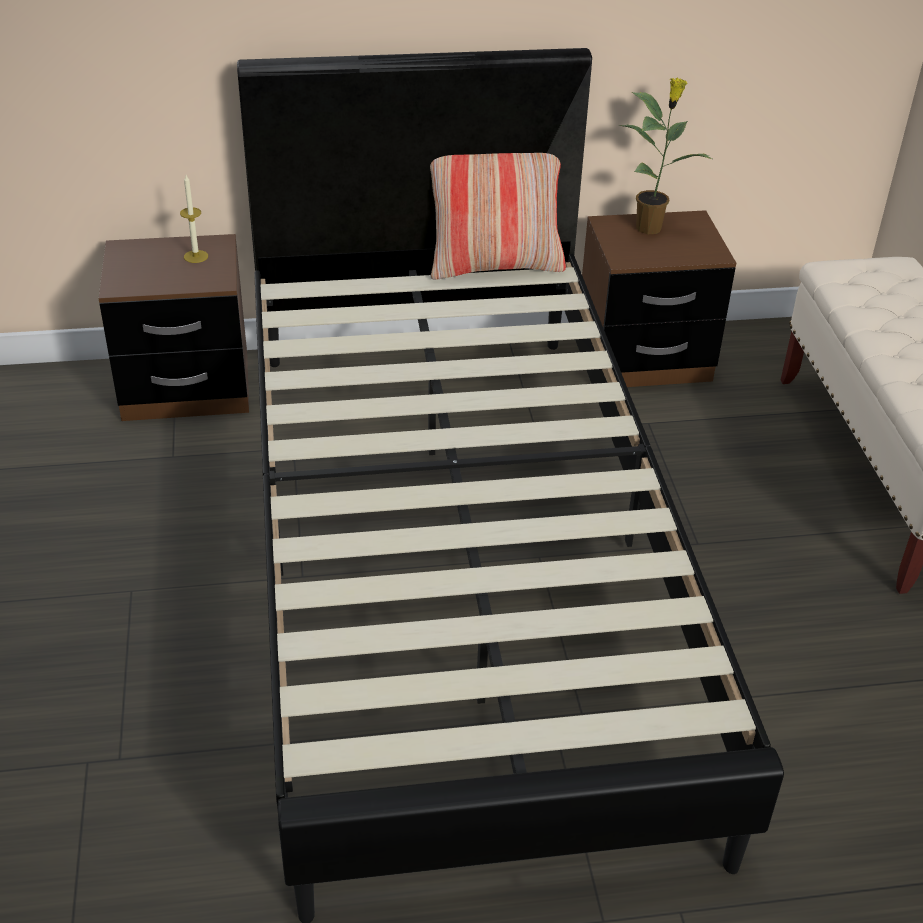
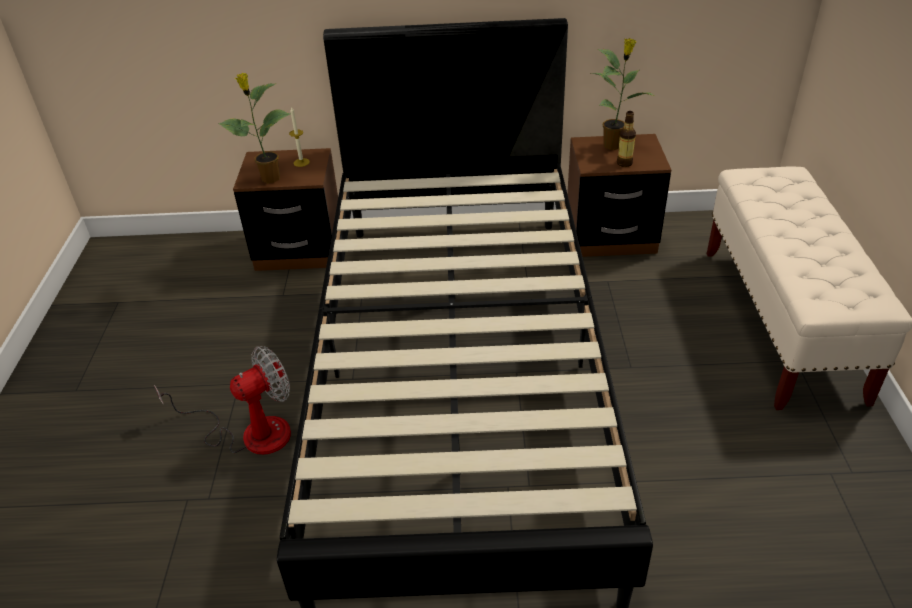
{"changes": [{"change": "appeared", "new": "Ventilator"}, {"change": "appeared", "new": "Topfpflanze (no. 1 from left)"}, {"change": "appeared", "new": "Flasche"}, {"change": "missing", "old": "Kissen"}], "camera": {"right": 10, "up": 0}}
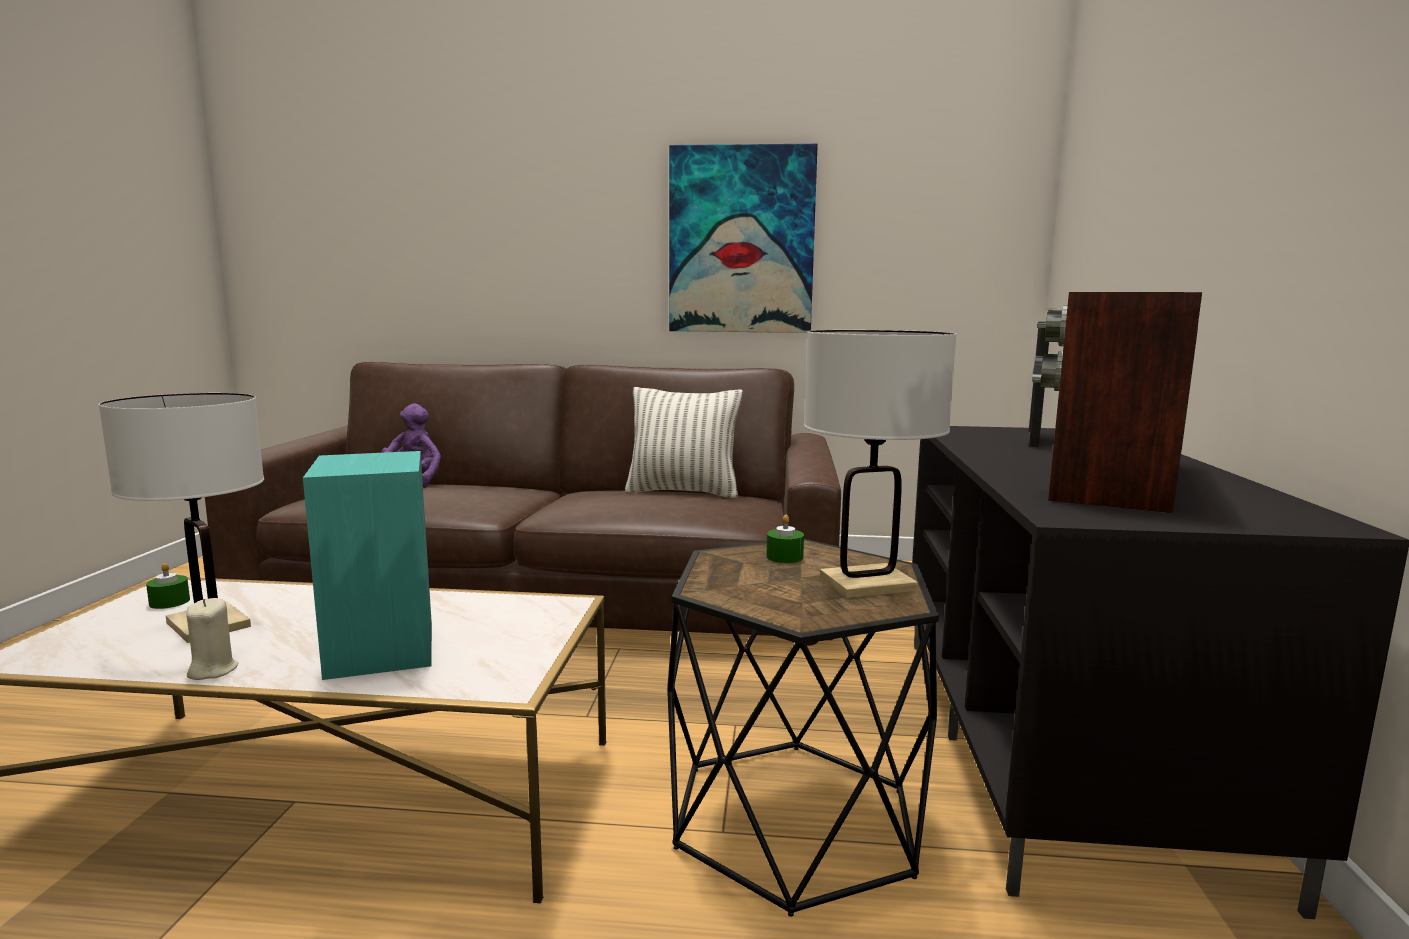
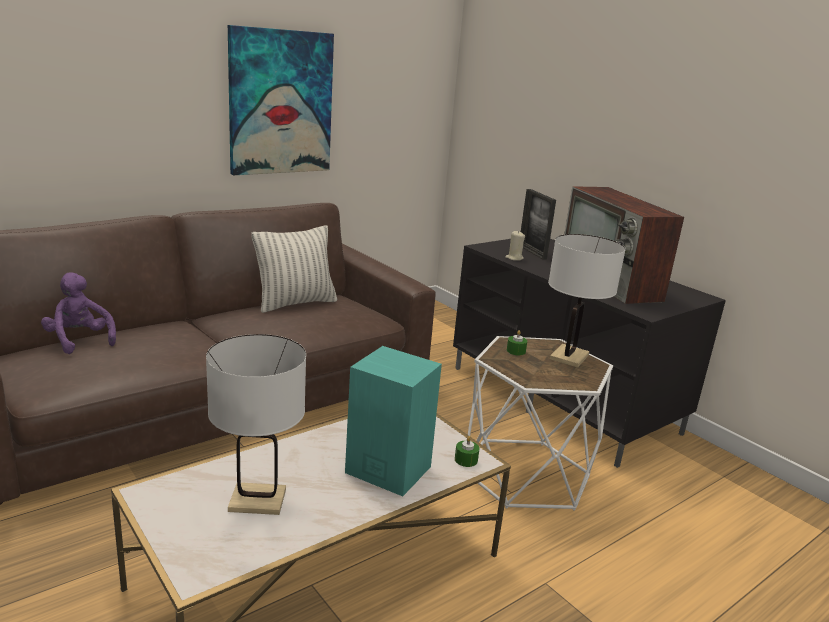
{"changes": [{"change": "relocated", "old": "Kerze/grün (no. 1 from left)"}, {"change": "colour", "old": "Beistelltisch/schwarz", "new": "Beistelltisch/weiß"}, {"change": "relocated", "old": "Kerze/beige"}], "camera": {"right": -45, "up": 10}}
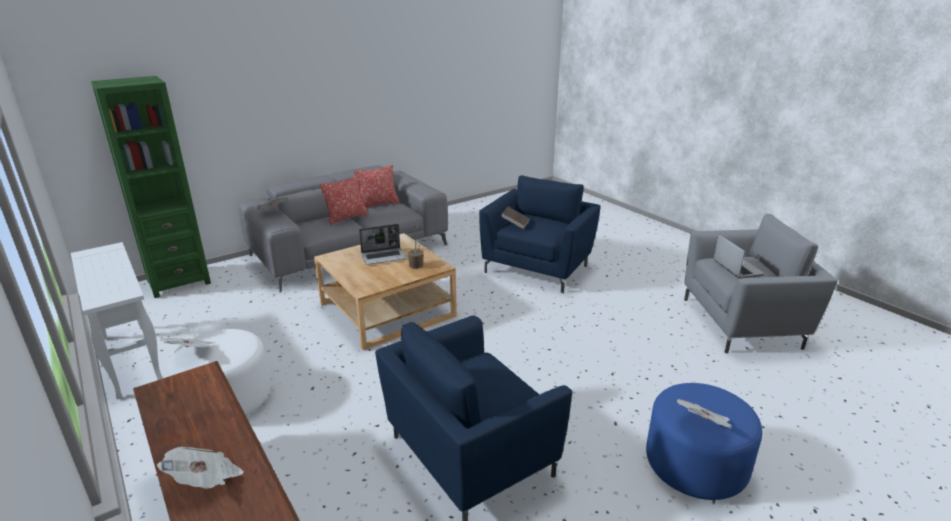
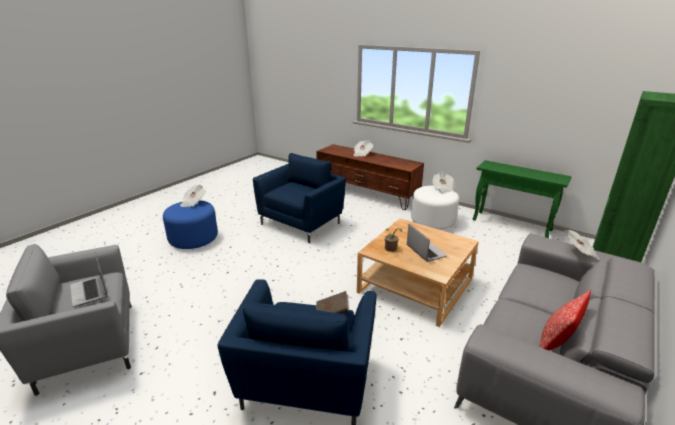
{"changes": [{"change": "spun", "old": "Laptop (no. 1 from left in the first image)", "degrees": 105}, {"change": "colour", "old": "Konsolentisch/weiß", "new": "Konsolentisch/grün"}, {"change": "missing", "old": "Kissen (no. 1 from left)"}], "camera": {"right": 160, "up": 0}}
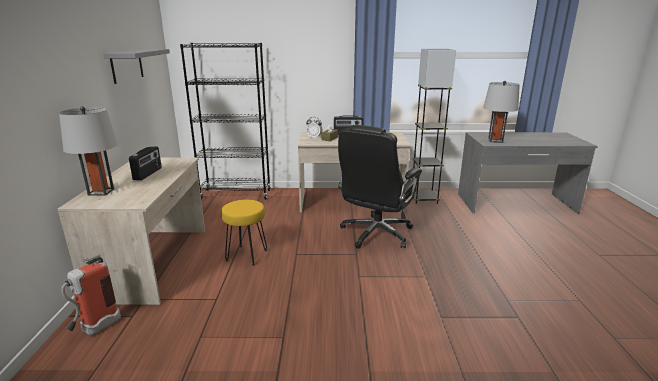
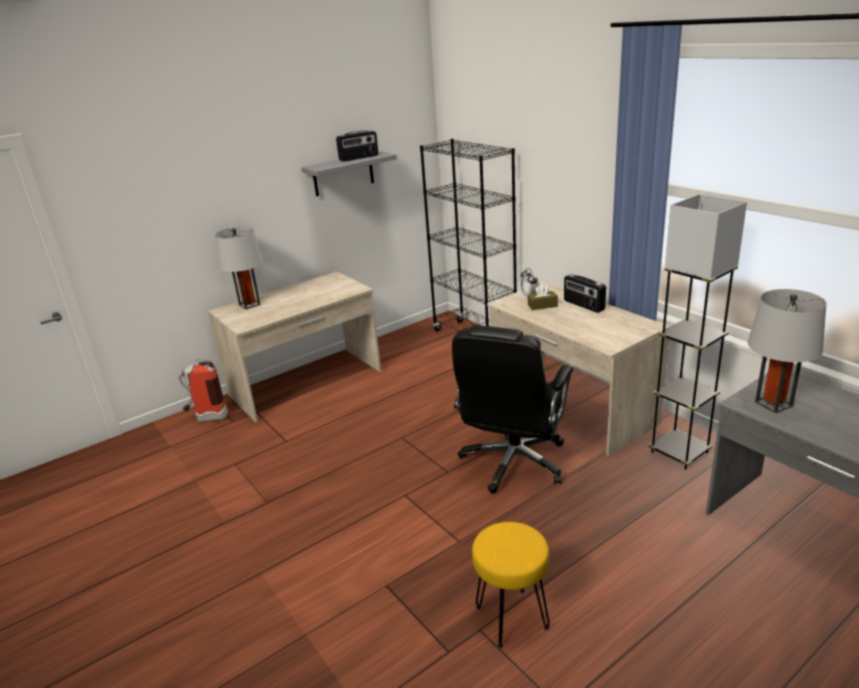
{"changes": [{"change": "relocated", "old": "Radio (no. 1 from left)"}, {"change": "spun", "old": "Bürostuhl/schwarz", "degrees": -60}, {"change": "relocated", "old": "Hocker/gelb"}], "camera": {"right": 55, "up": 5}}
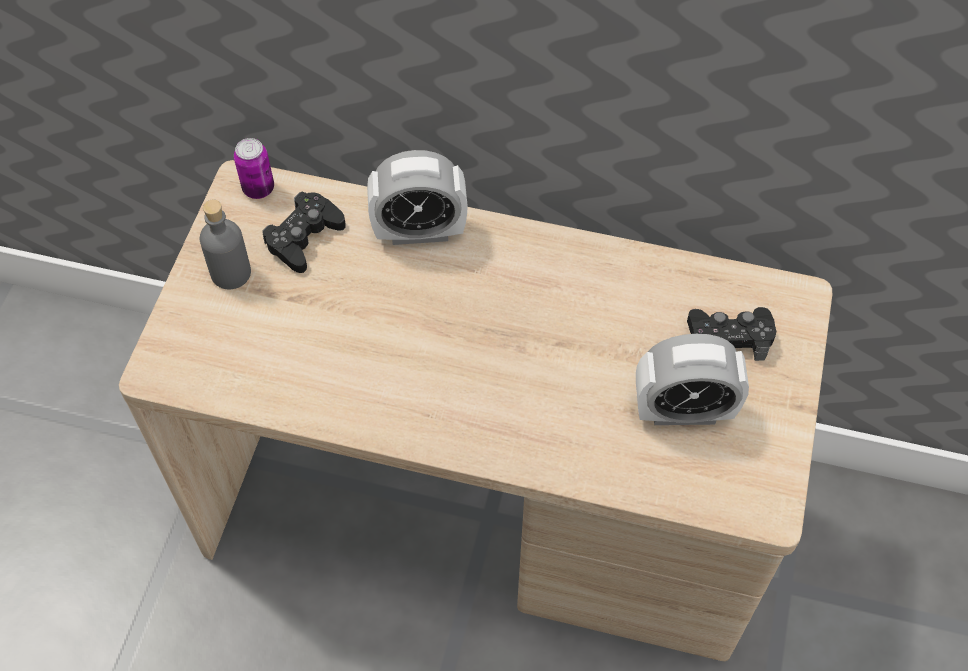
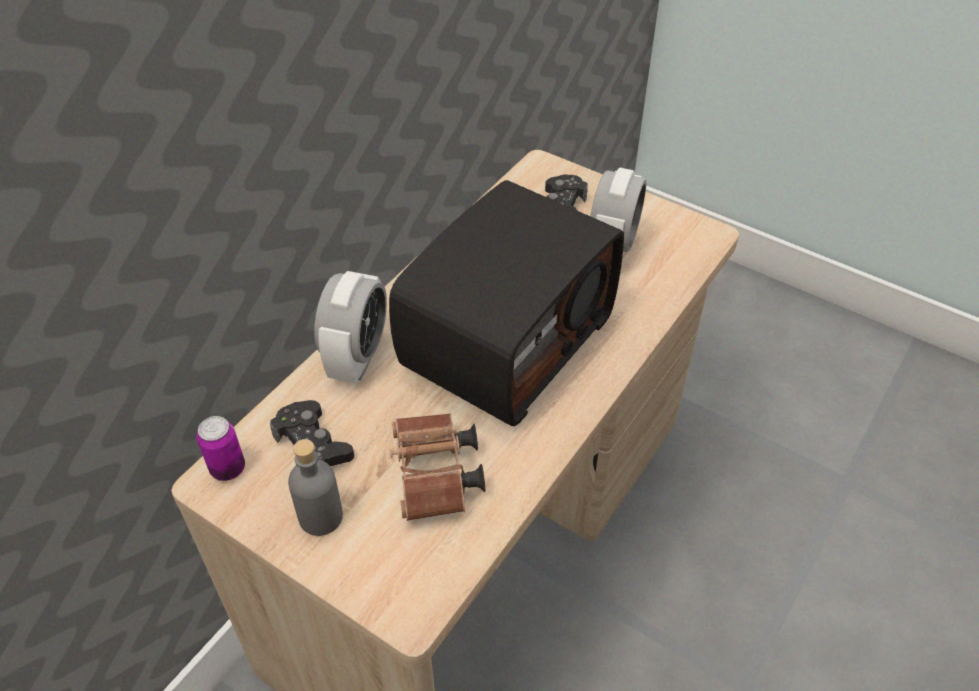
{"changes": [{"change": "appeared", "new": "Radio"}, {"change": "appeared", "new": "Fernglas/braun"}], "camera": {"right": -70, "up": -10}}
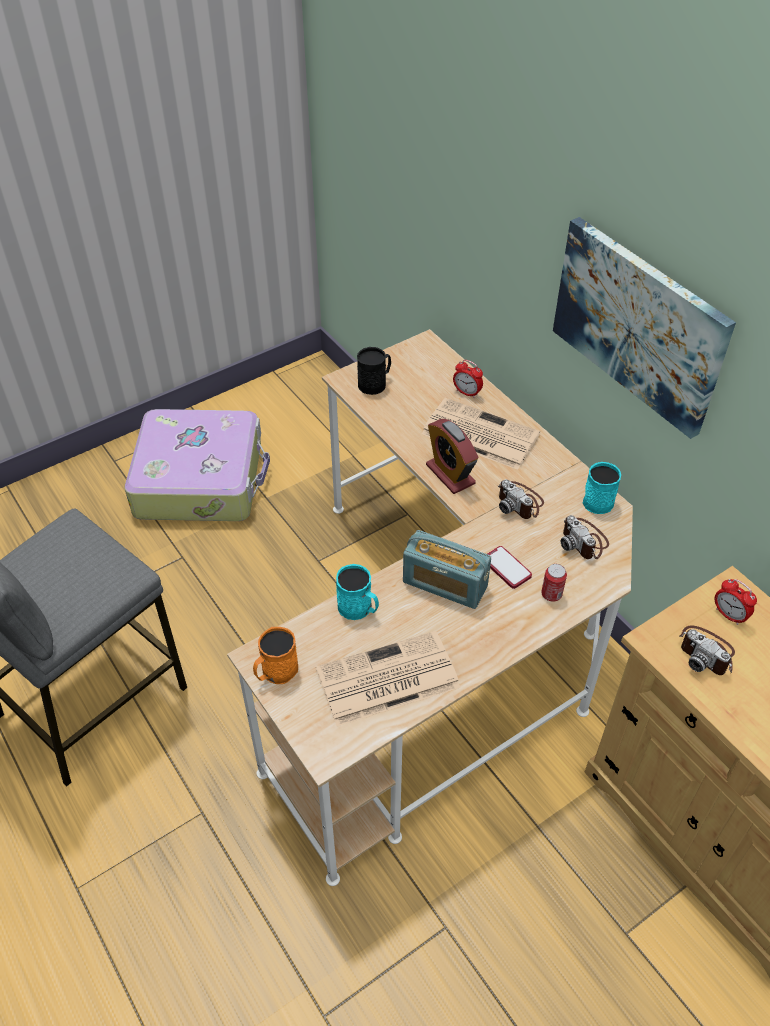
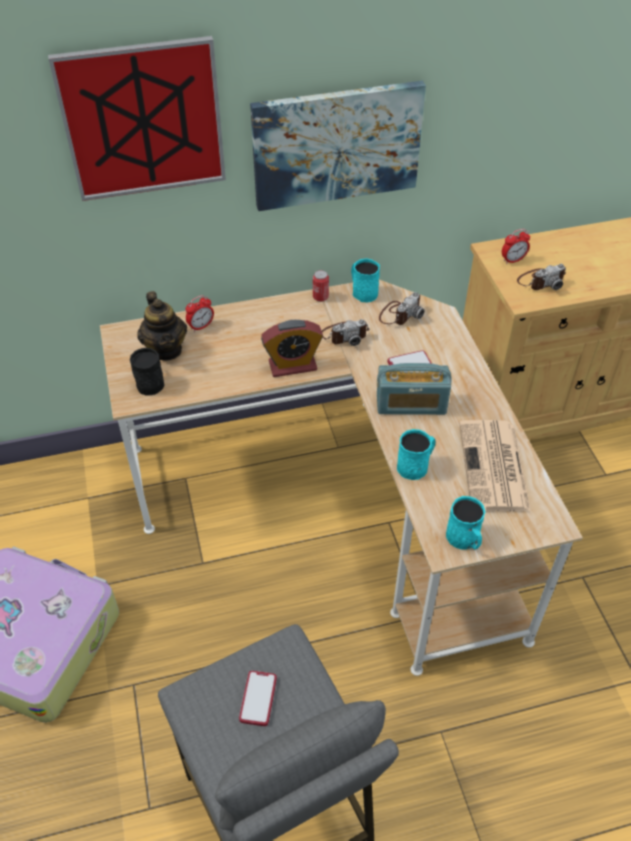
{"changes": [{"change": "appeared", "new": "Bild (no. 1 from left)"}, {"change": "appeared", "new": "Teekanne"}, {"change": "appeared", "new": "Handy (no. 1 from left)"}, {"change": "relocated", "old": "Dose"}, {"change": "spun", "old": "Radio", "degrees": 45}, {"change": "spun", "old": "Kamera (no. 2 from left)", "degrees": -45}, {"change": "colour", "old": "Henkelbecher/orange", "new": "Henkelbecher/türkis (no. 3 from left)"}, {"change": "missing", "old": "Zeitung (no. 2 from left)"}], "camera": {"right": -70, "up": 0}}
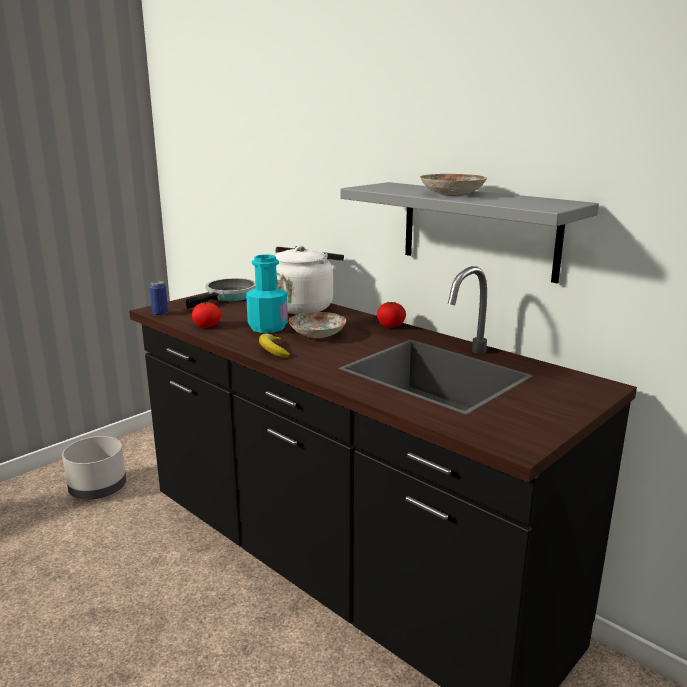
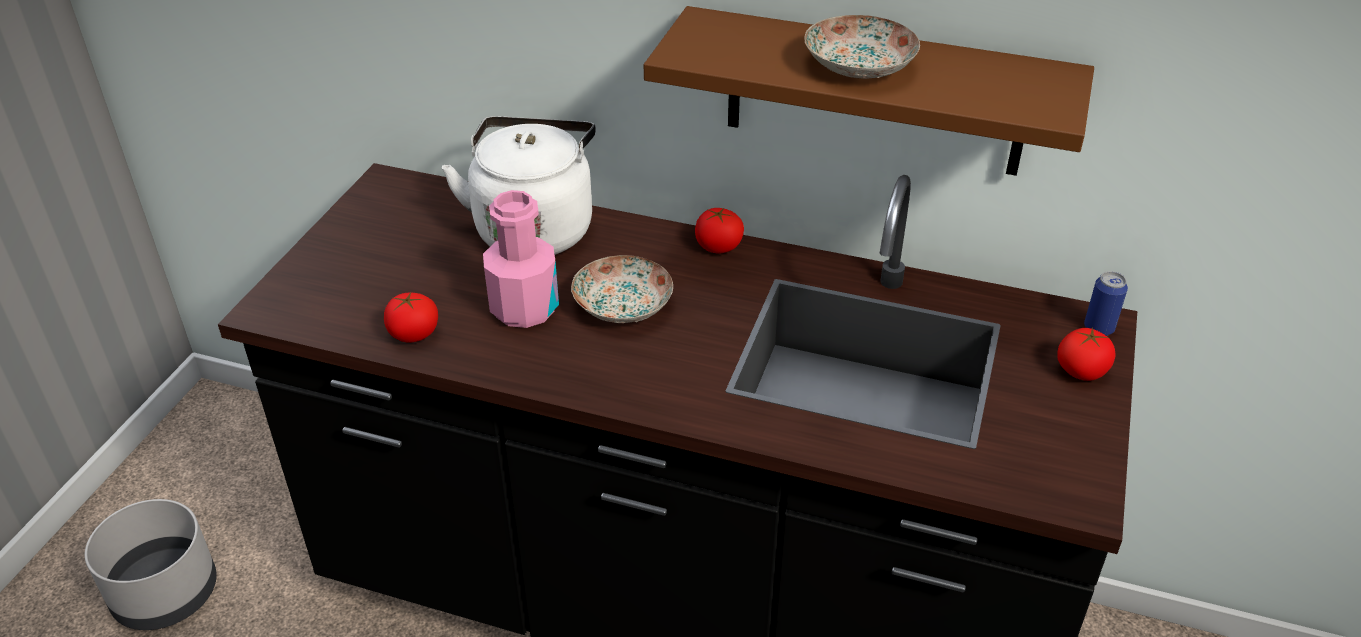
{"changes": [{"change": "colour", "old": "Flasche/türkis", "new": "Flasche/rosa"}, {"change": "colour", "old": "Wandregal/grau", "new": "Wandregal/braun"}, {"change": "appeared", "new": "Tomate (no. 3 from left)"}, {"change": "relocated", "old": "Dose"}, {"change": "missing", "old": "Pfanne"}, {"change": "missing", "old": "Banane"}], "camera": {"right": -25, "up": 20}}
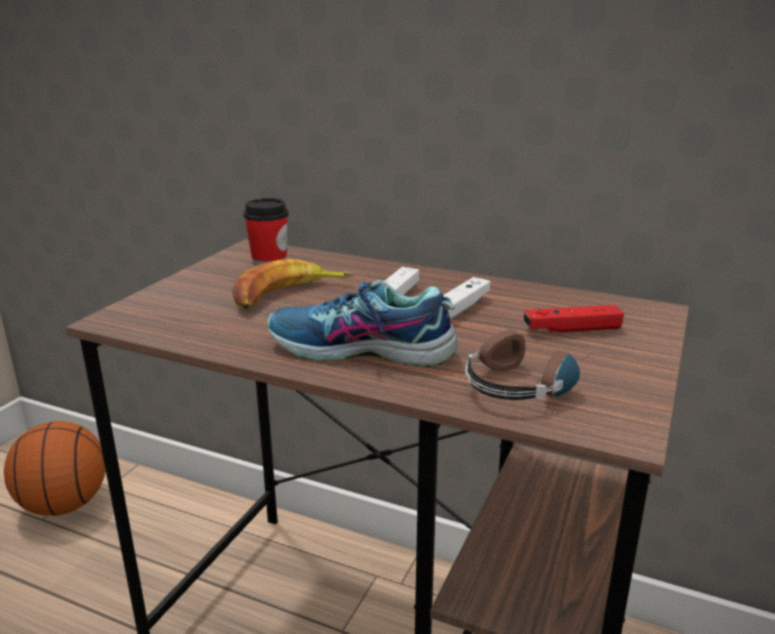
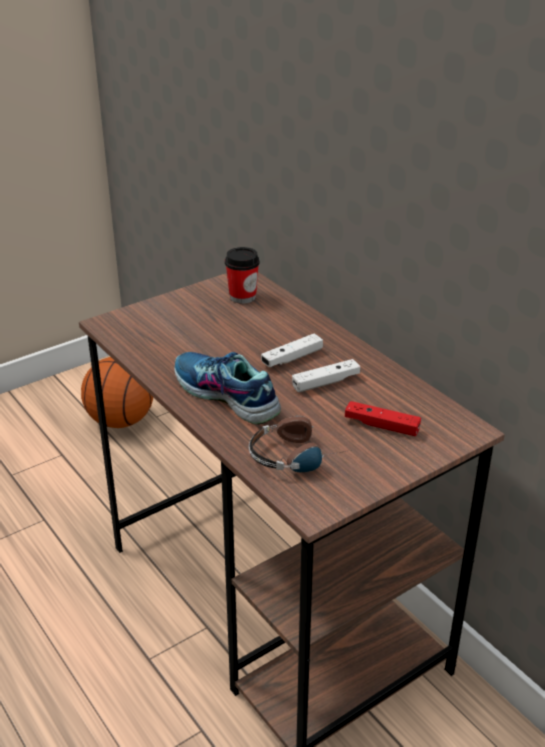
{"changes": [{"change": "missing", "old": "Banane"}], "camera": {"right": 30, "up": 10}}
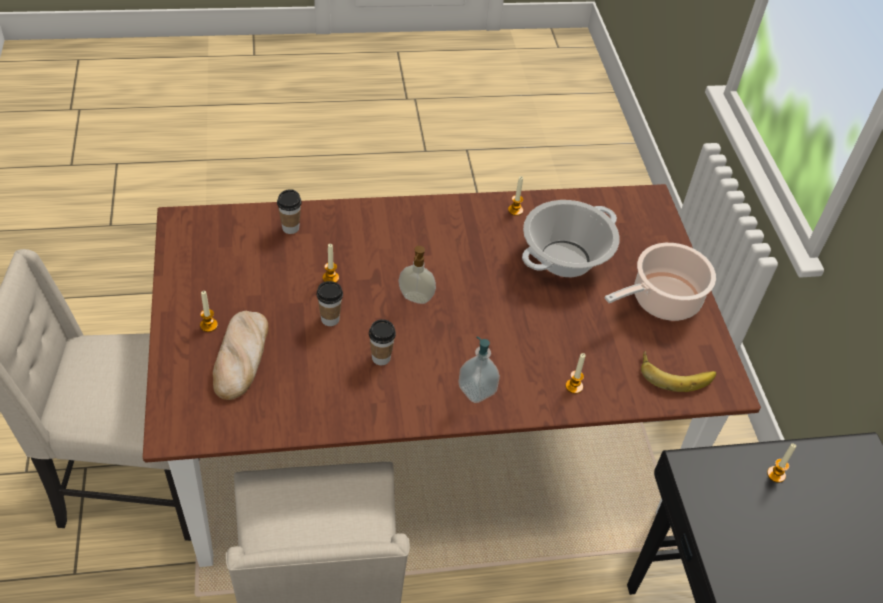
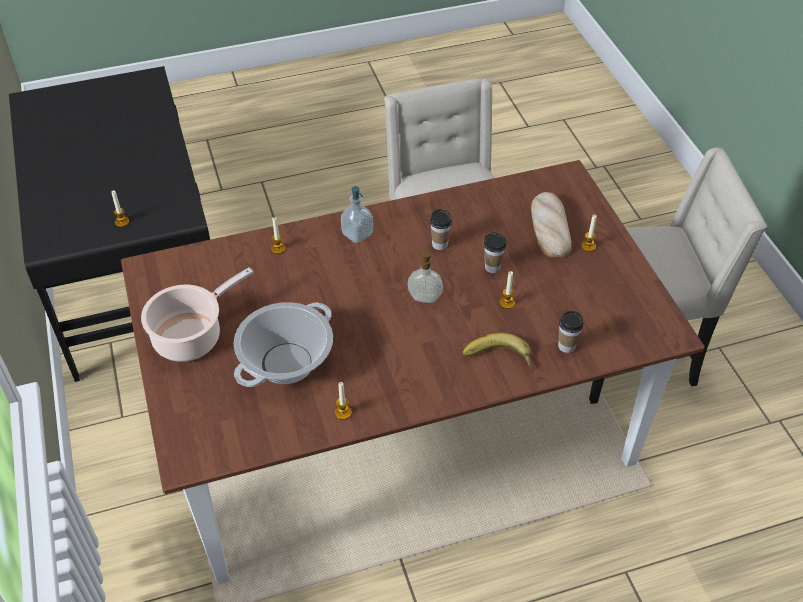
{"changes": [{"change": "relocated", "old": "Banane"}], "camera": {"right": 175, "up": 0}}
